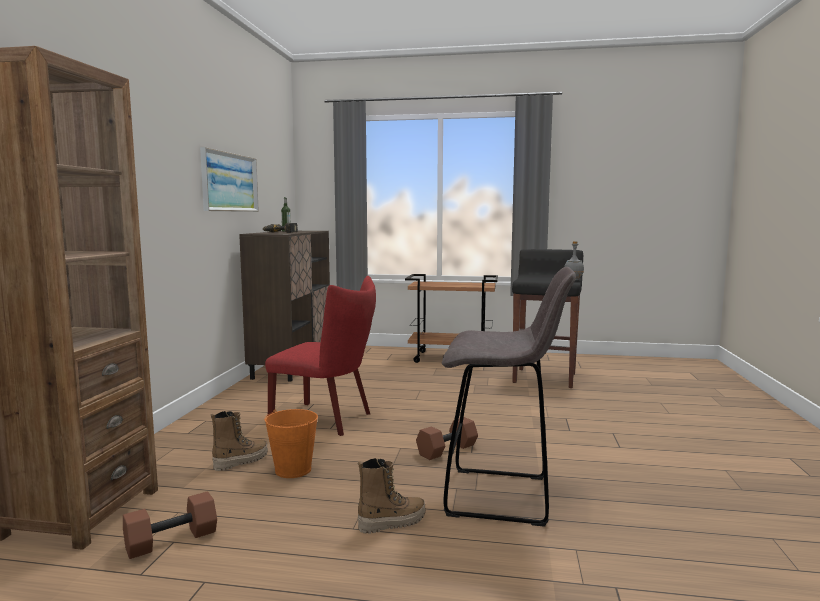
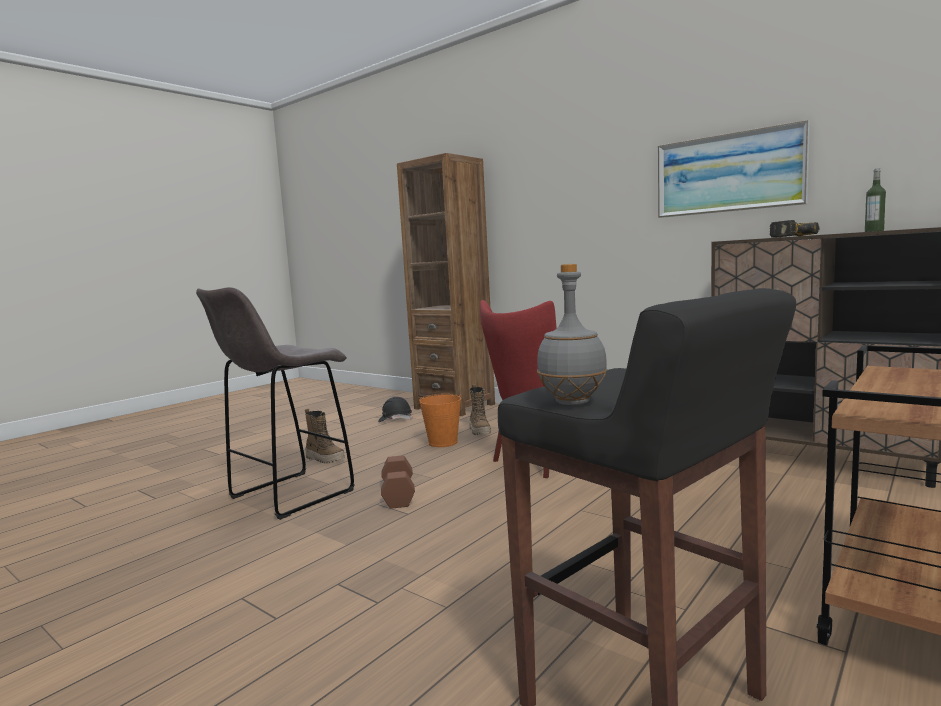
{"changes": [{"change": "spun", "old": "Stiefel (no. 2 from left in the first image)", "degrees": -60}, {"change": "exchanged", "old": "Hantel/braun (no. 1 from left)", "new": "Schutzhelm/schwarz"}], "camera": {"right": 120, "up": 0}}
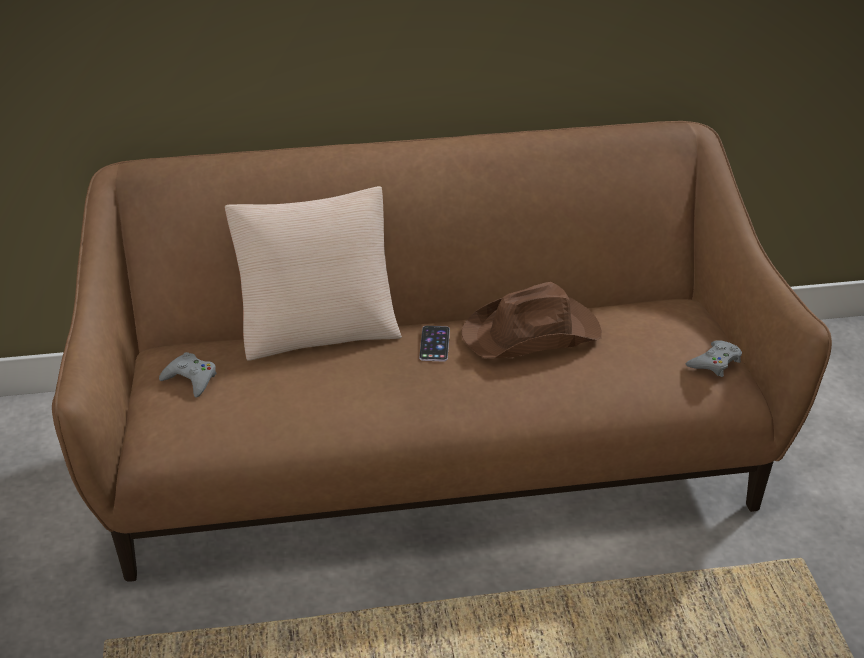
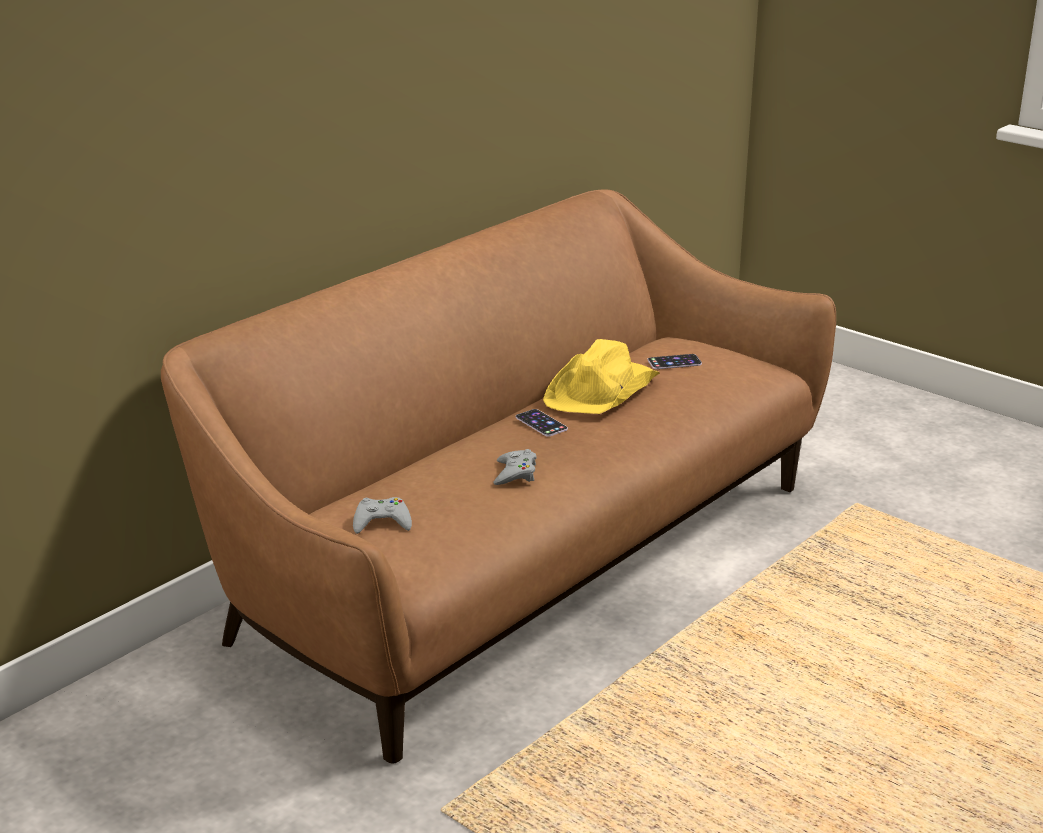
{"changes": [{"change": "relocated", "old": "Gamepad/grau (no. 2 from left)"}, {"change": "colour", "old": "Hut/braun", "new": "Hut/gelb"}, {"change": "appeared", "new": "Handy (no. 2 from left)"}, {"change": "missing", "old": "Kissen/beige"}], "camera": {"right": -40, "up": -10}}
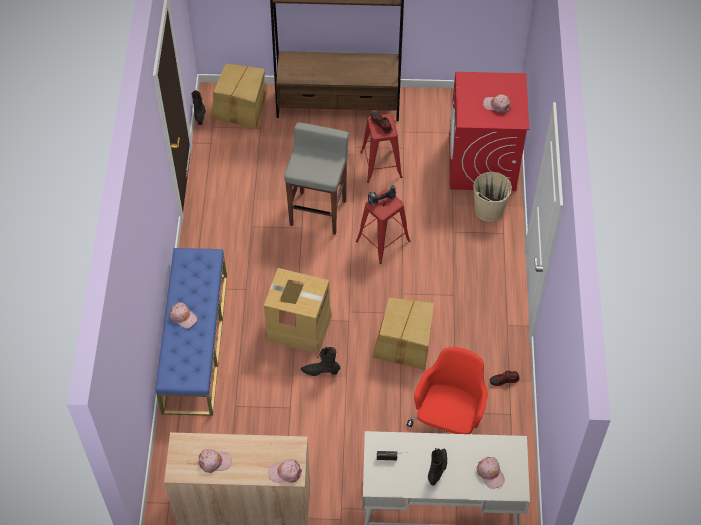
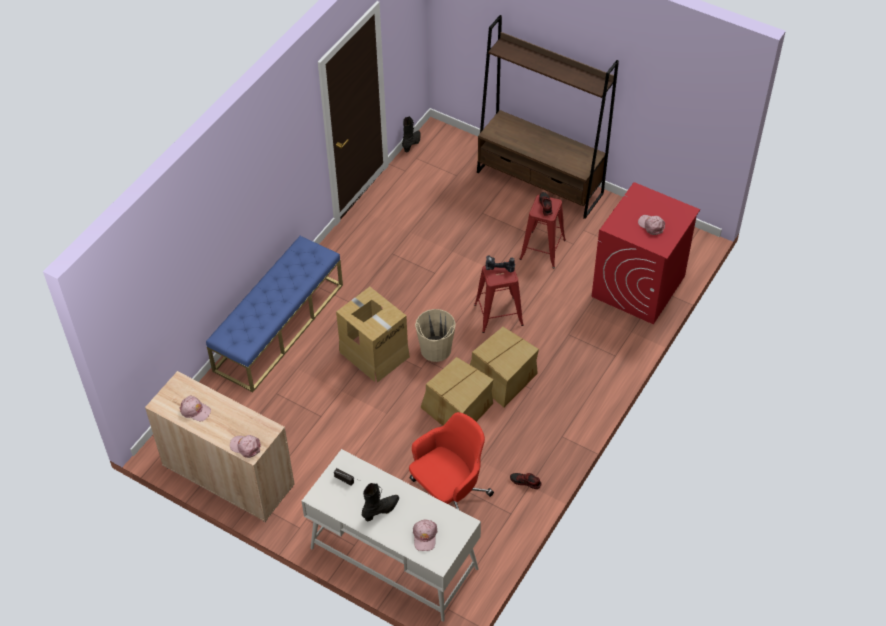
{"changes": [{"change": "relocated", "old": "Eimer/beige"}, {"change": "relocated", "old": "Karton (no. 1 from left in the first image)", "new": "Karton (no. 3 from left)"}, {"change": "missing", "old": "Kappe/rosa (no. 1 from left)"}, {"change": "missing", "old": "Hocker/grau"}, {"change": "missing", "old": "Stiefel/schwarz (no. 2 from left)"}], "camera": {"right": 30, "up": -5}}
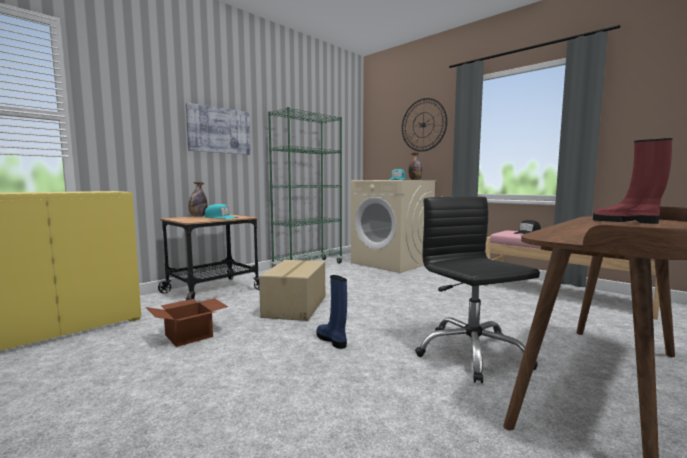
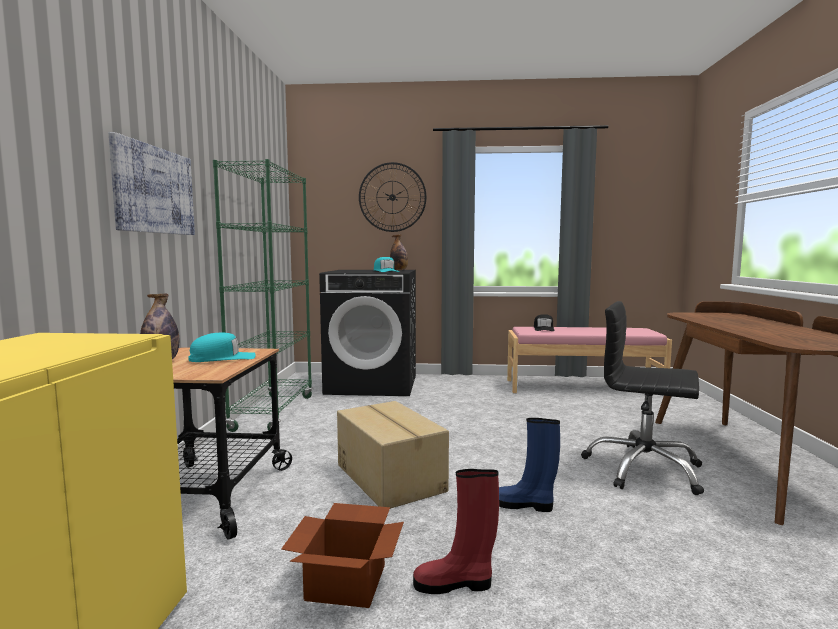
{"changes": [{"change": "colour", "old": "Waschmaschine/beige", "new": "Waschmaschine/schwarz"}, {"change": "relocated", "old": "Stiefel/rot"}], "camera": {"right": -40, "up": 0}}
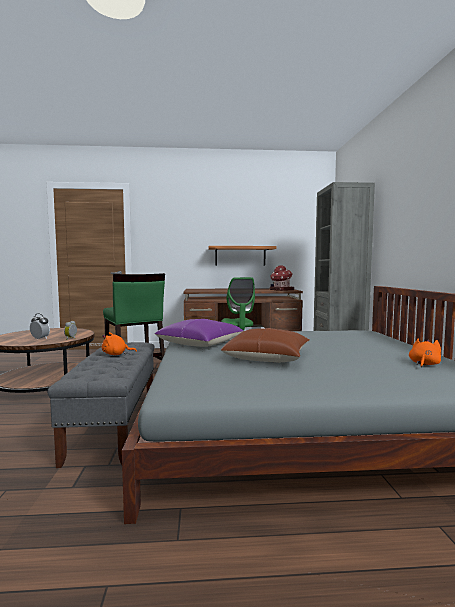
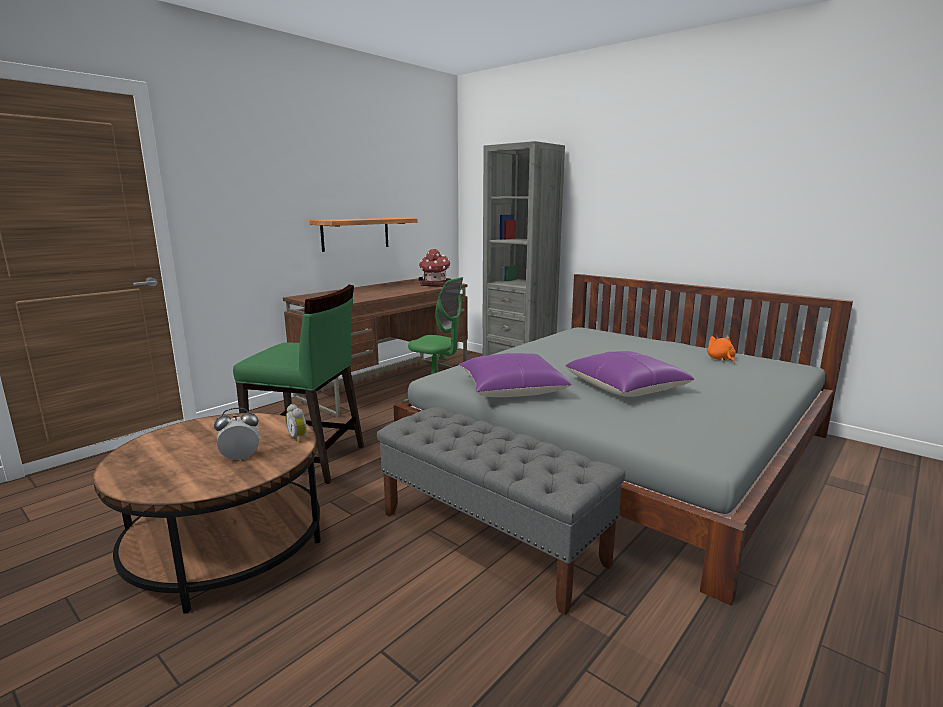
{"changes": [{"change": "colour", "old": "Kissen/braun", "new": "Kissen/lila (no. 2 from left)"}, {"change": "missing", "old": "Plüschtier/orange (no. 1 from left)"}], "camera": {"right": -45, "up": 10}}
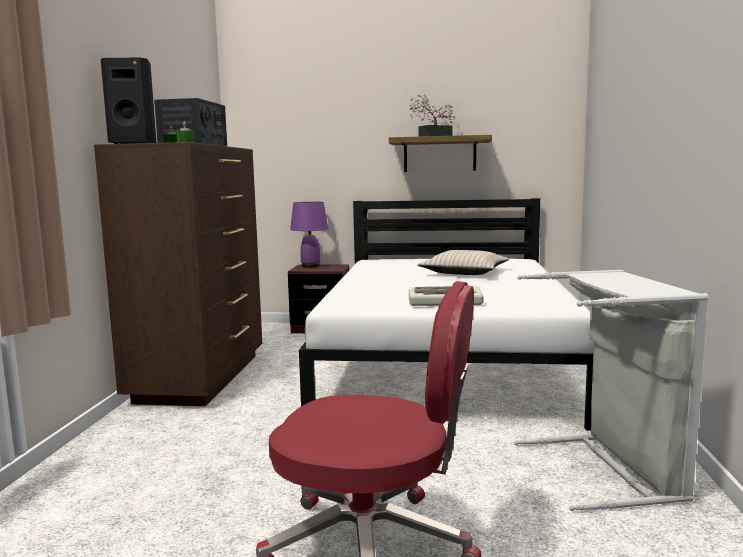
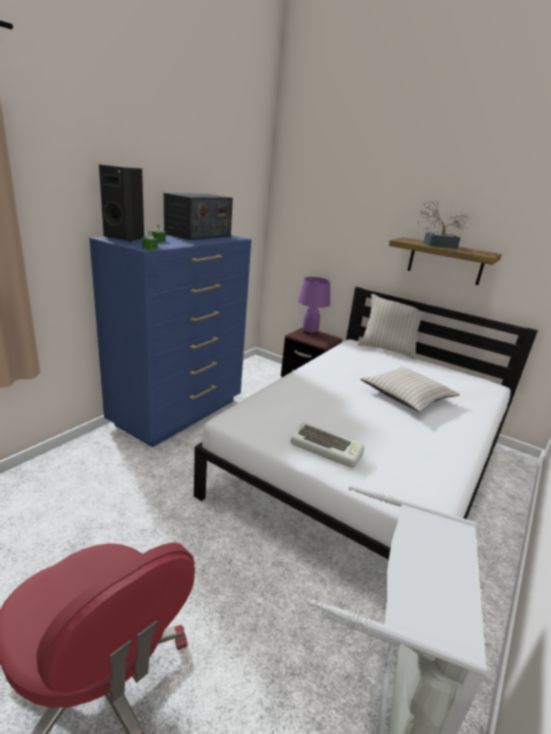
{"changes": [{"change": "colour", "old": "Kommode/braun", "new": "Kommode/blau"}, {"change": "appeared", "new": "Kissen/beige (no. 1 from left)"}], "camera": {"right": 25, "up": 15}}
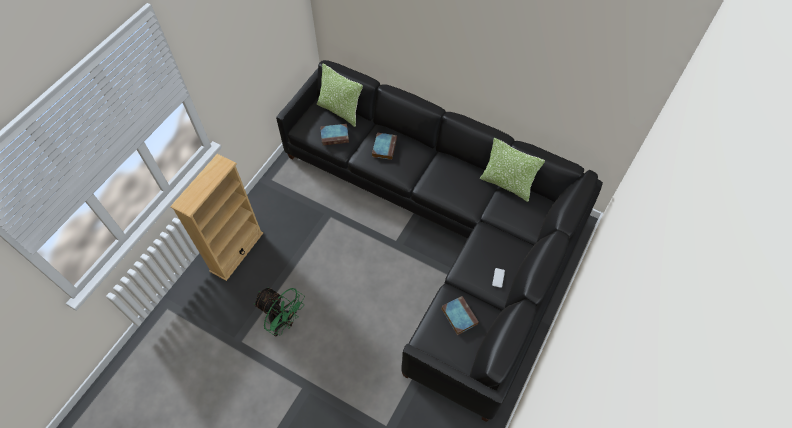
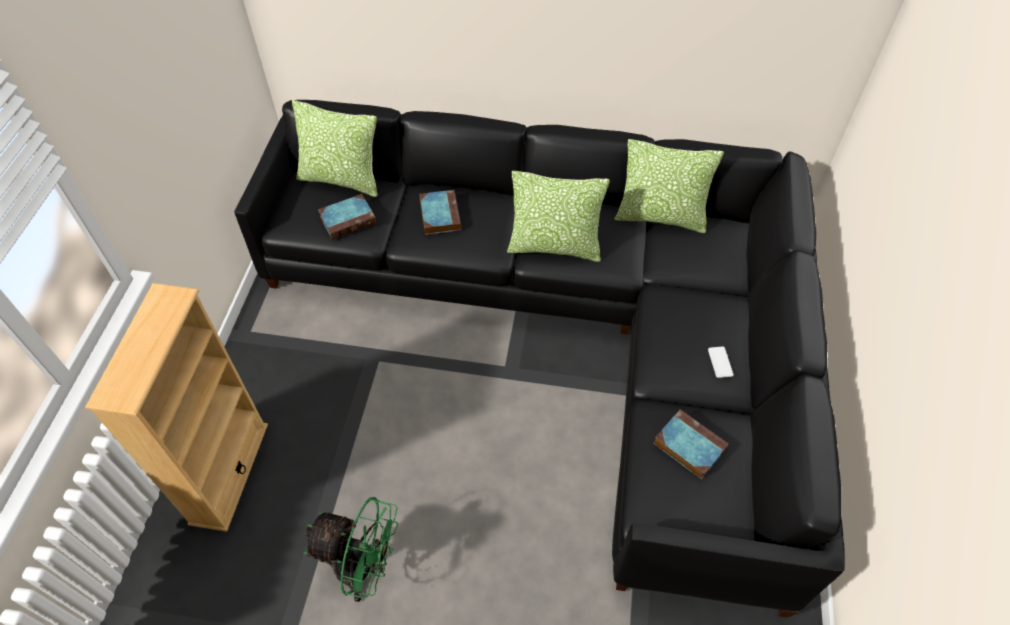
{"changes": [{"change": "appeared", "new": "Kissen (no. 2 from left)"}], "camera": {"right": -20, "up": -5}}
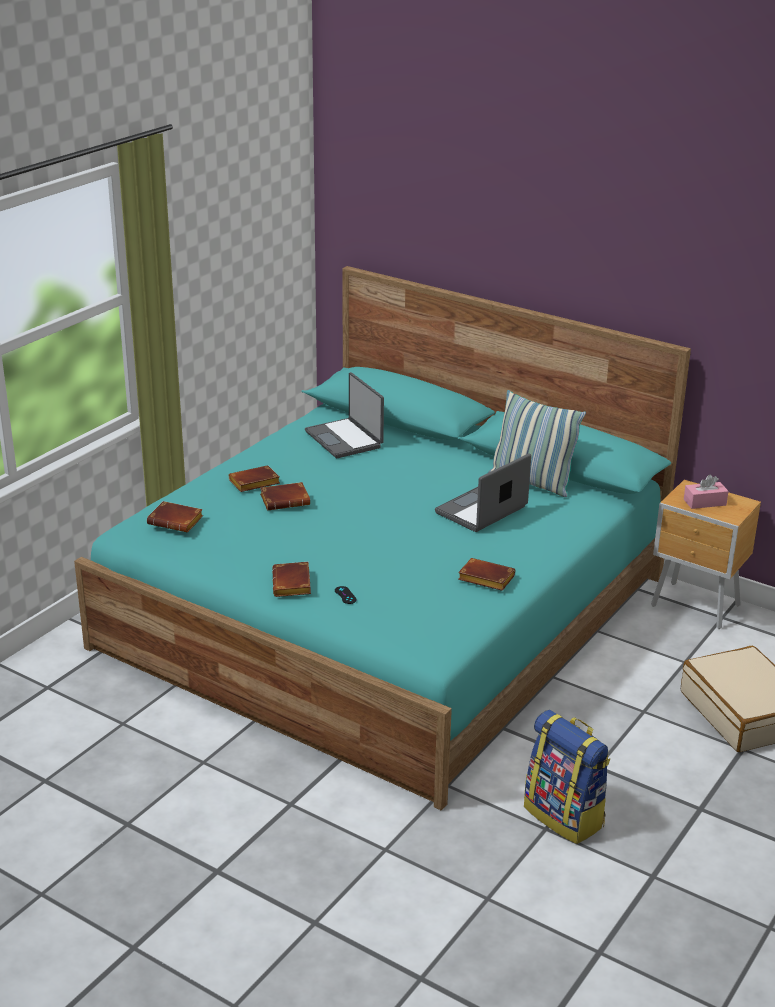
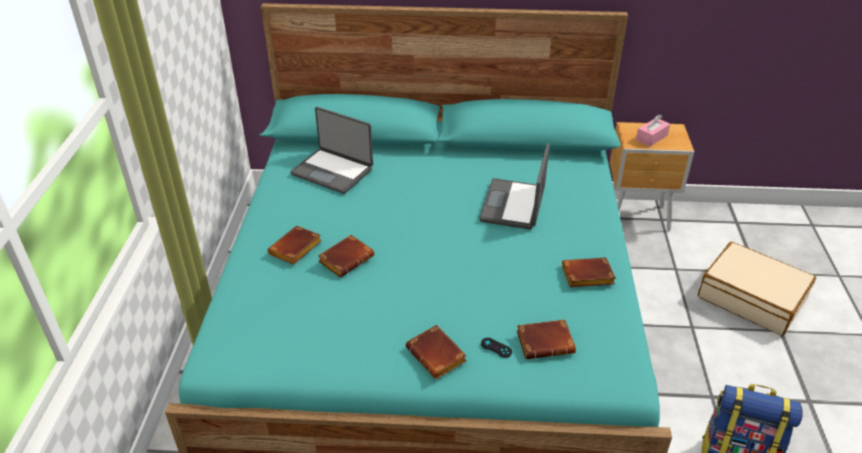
{"changes": [{"change": "relocated", "old": "Buch/braun (no. 1 from left in the first image)", "new": "Buch/braun (no. 4 from left)"}, {"change": "missing", "old": "Kissen"}], "camera": {"right": -30, "up": 10}}
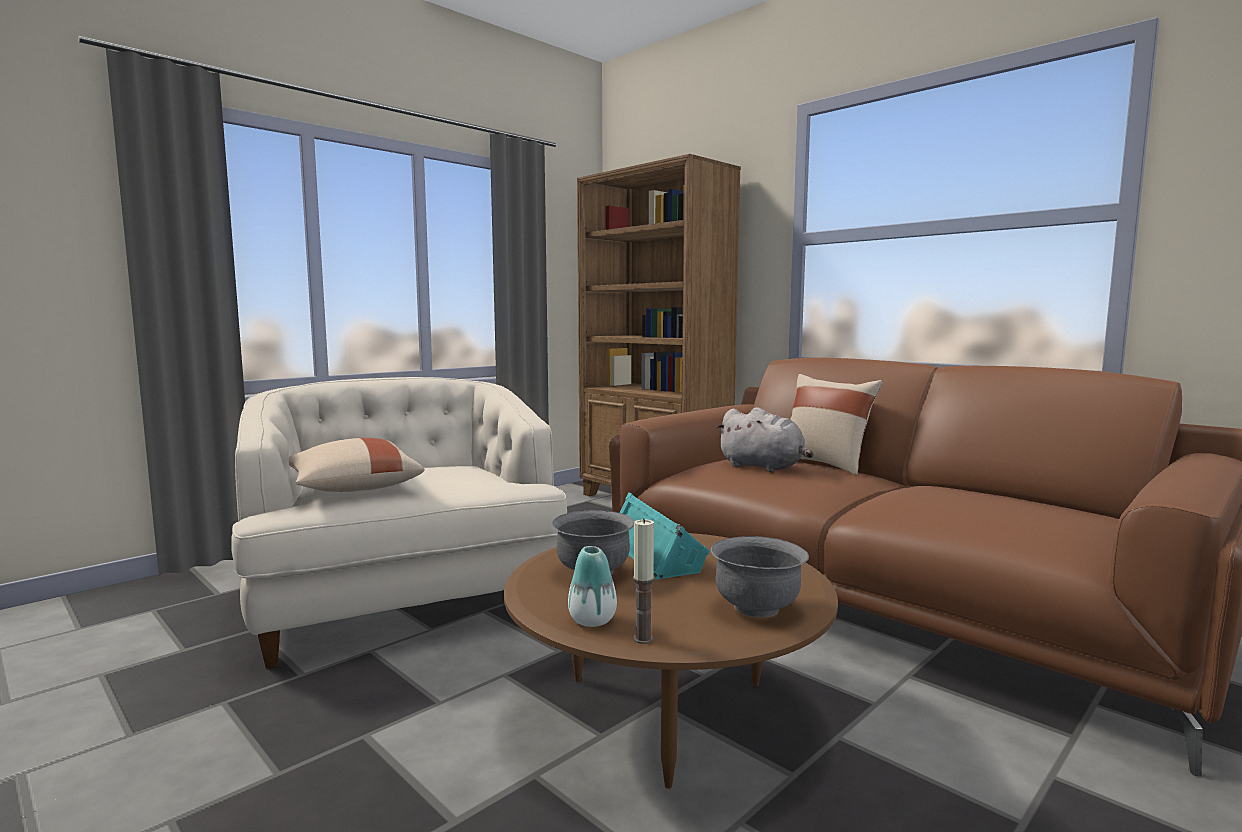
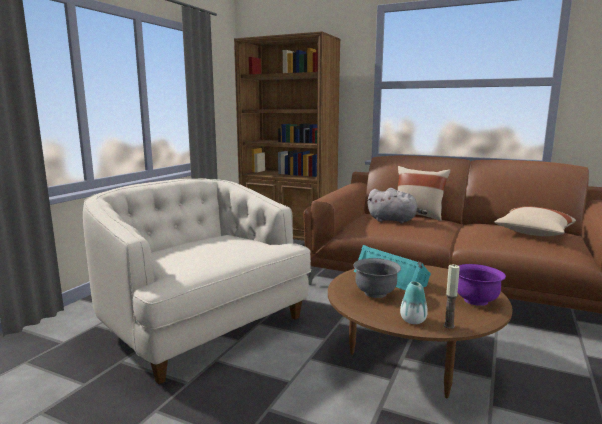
{"changes": [{"change": "colour", "old": "Schüssel/grau (no. 2 from left)", "new": "Schüssel/lila"}, {"change": "relocated", "old": "Kissen/beige (no. 1 from left in the first image)", "new": "Kissen/beige (no. 2 from left)"}], "camera": {"right": -20, "up": 5}}
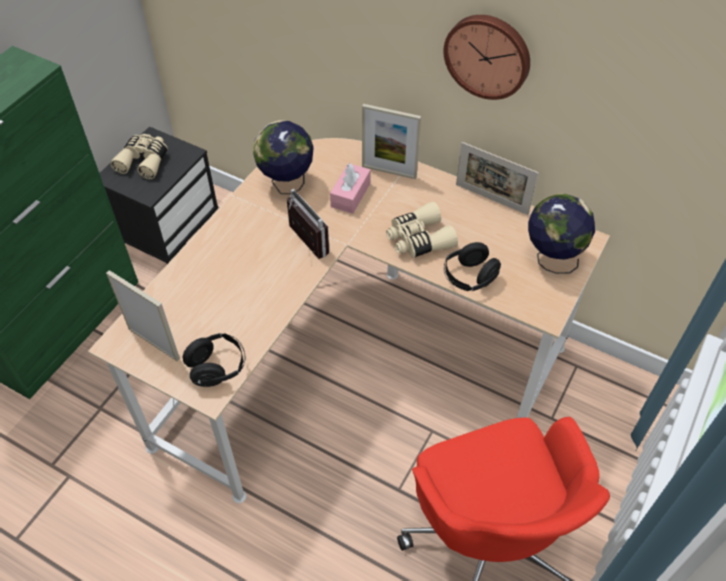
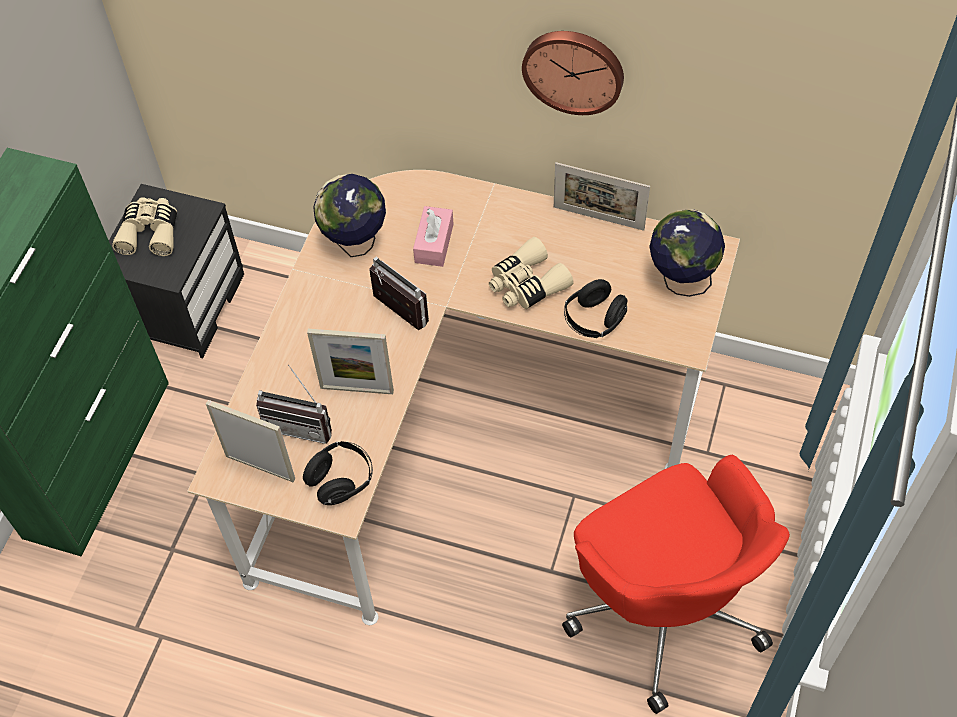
{"changes": [{"change": "appeared", "new": "Radio (no. 1 from left)"}, {"change": "relocated", "old": "Bilderrahmen (no. 2 from left)"}], "camera": {"right": -10, "up": 5}}
